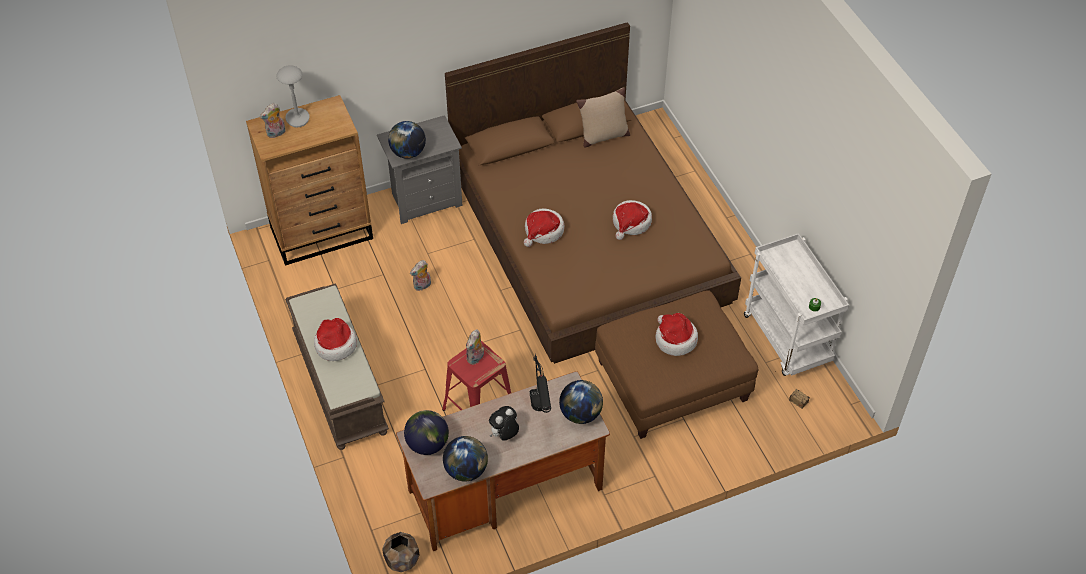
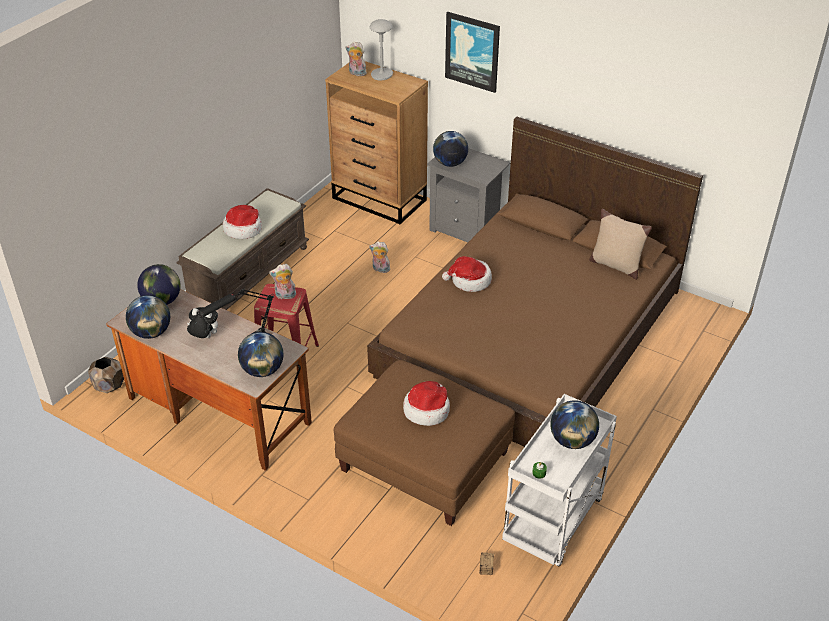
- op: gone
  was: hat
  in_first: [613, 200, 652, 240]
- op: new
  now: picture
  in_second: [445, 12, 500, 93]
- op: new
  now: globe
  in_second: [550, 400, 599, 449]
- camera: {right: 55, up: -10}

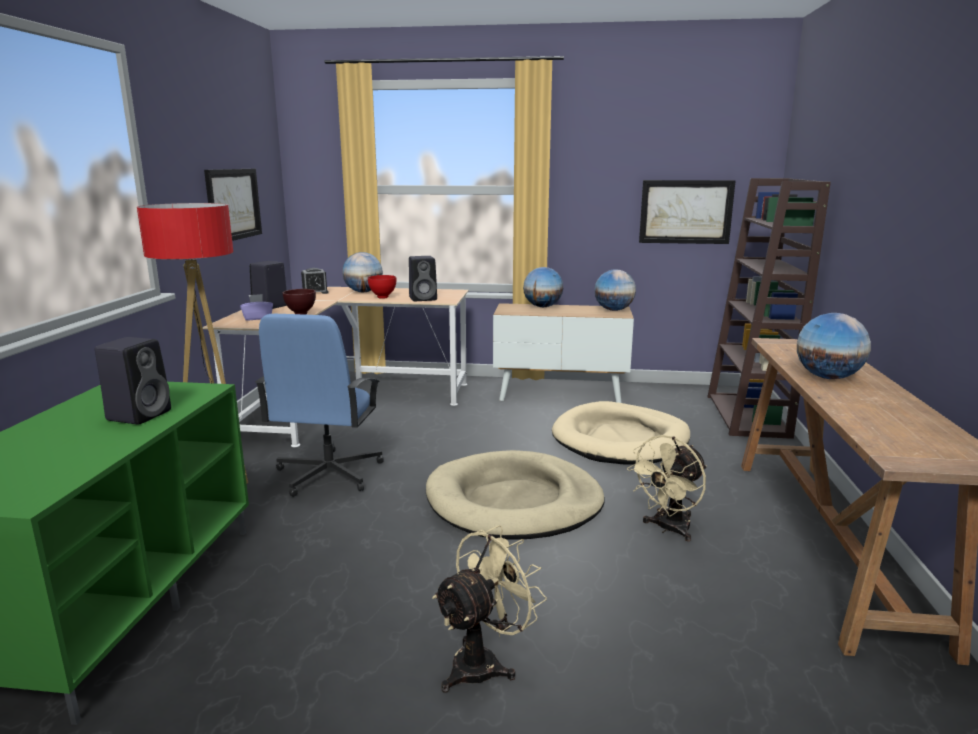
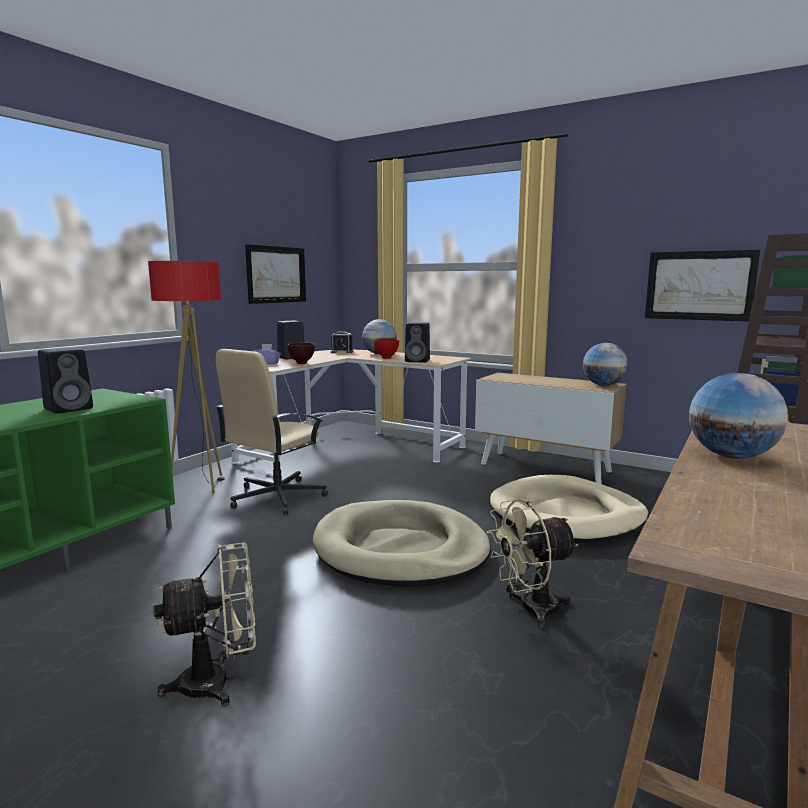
- op: gone
  was: globe
  in_first: [523, 267, 563, 307]
- op: repainted
  was: blue office chair
  now: beige office chair
  in_first: [255, 314, 384, 497]
  in_second: [216, 349, 328, 515]
- camera: {right: 25, up: -5}

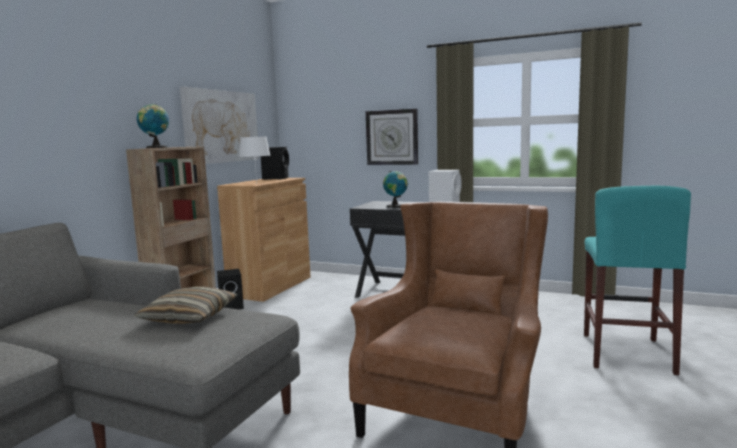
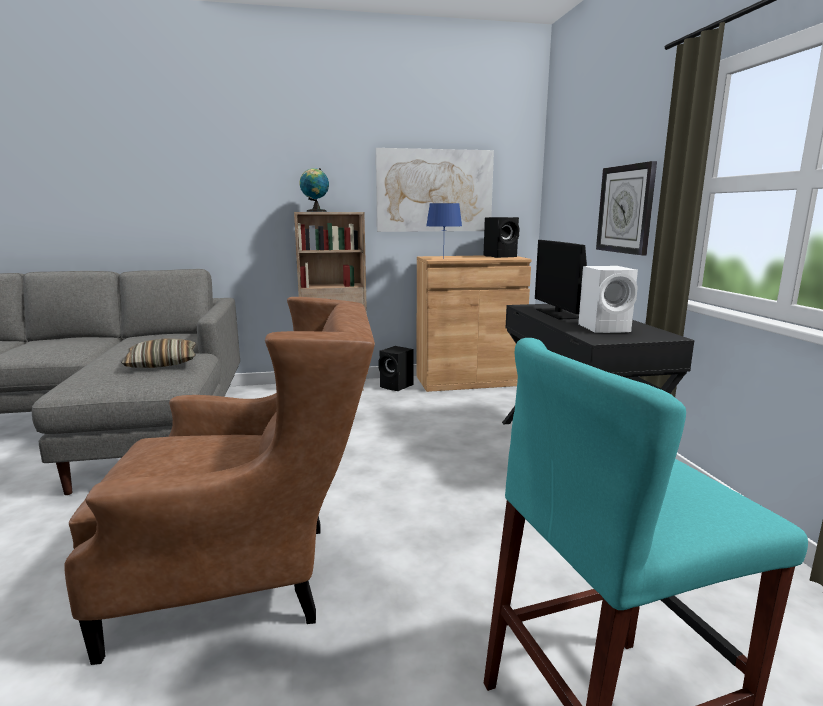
- op: repainted
  was: white table lamp
  now: blue table lamp
  in_first: [239, 137, 270, 183]
  in_second: [426, 203, 462, 259]
- op: swapped
  was: globe
  now: monitor
  in_first: [383, 171, 408, 208]
  in_second: [535, 240, 587, 320]
- camera: {right: 55, up: 5}

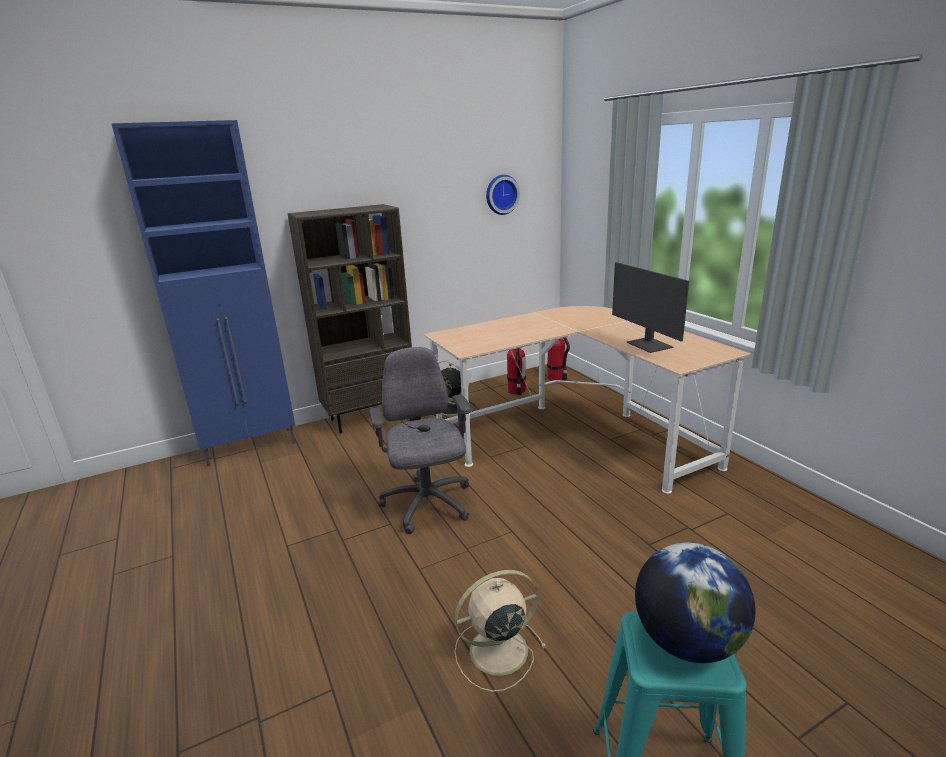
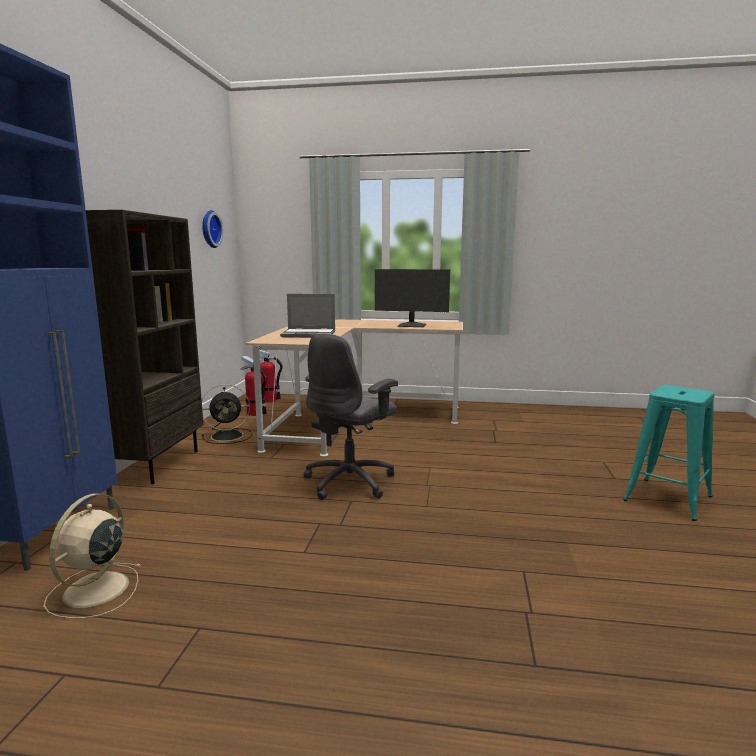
- op: rotated
  was: grey office chair
  in_first: [370, 347, 471, 534]
  in_second: [304, 334, 398, 500]
  clockwise: -75
- op: gone
  was: globe
  in_first: [635, 543, 755, 663]
- op: shifted
  was: beige fan
  in_first: [454, 570, 546, 692]
  in_second: [44, 493, 142, 619]
- op: new
  now: laptop
  in_second: [280, 294, 335, 338]
- camera: {right: -55, up: -10}

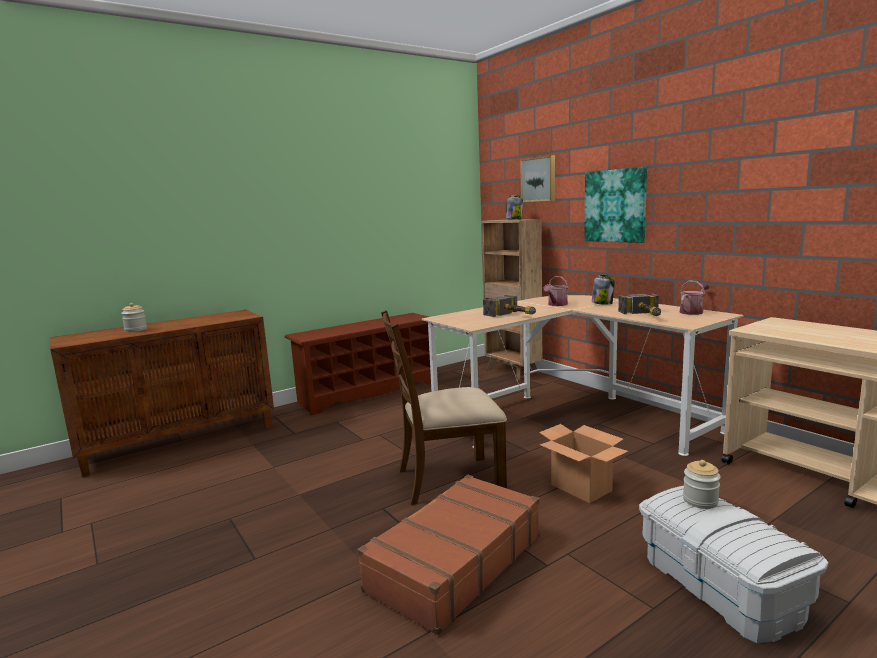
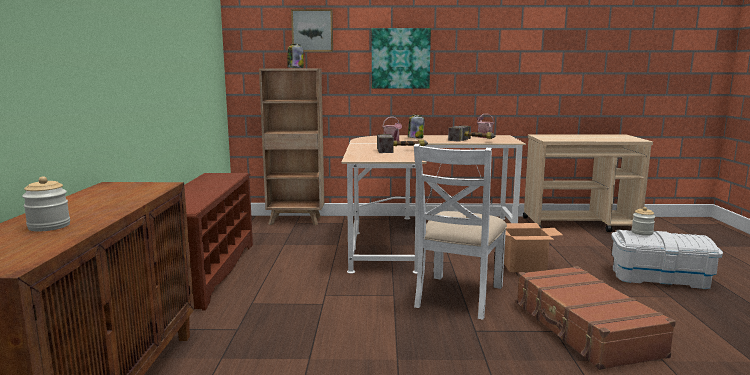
- op: repainted
  was: brown chair
  now: white chair
  in_first: [381, 310, 507, 505]
  in_second: [414, 144, 507, 319]
- camera: {right: -55, up: 0}

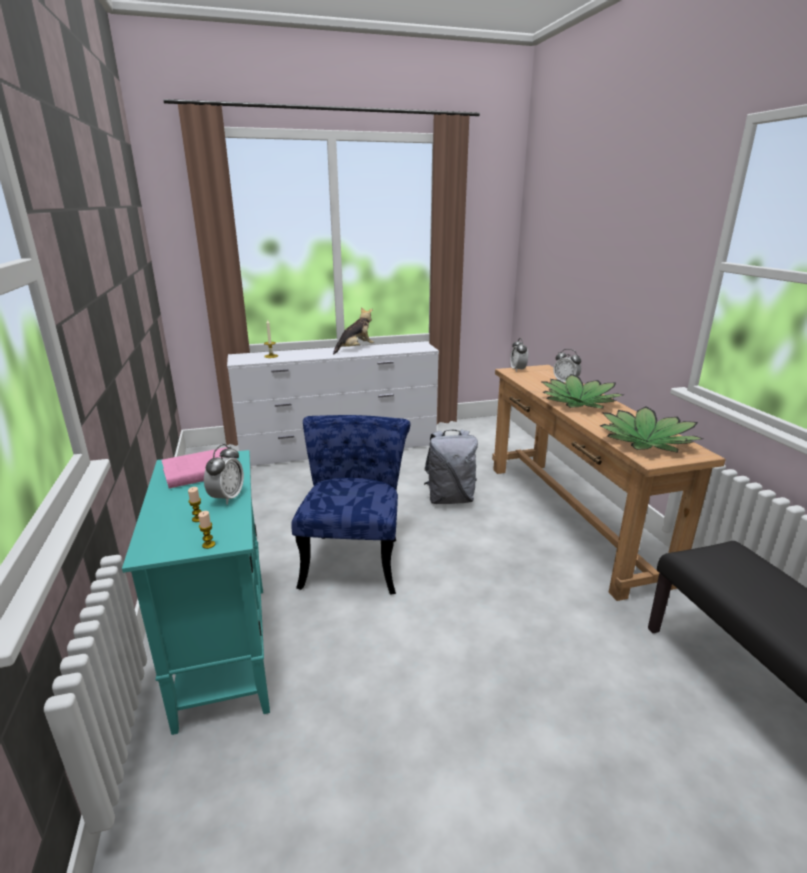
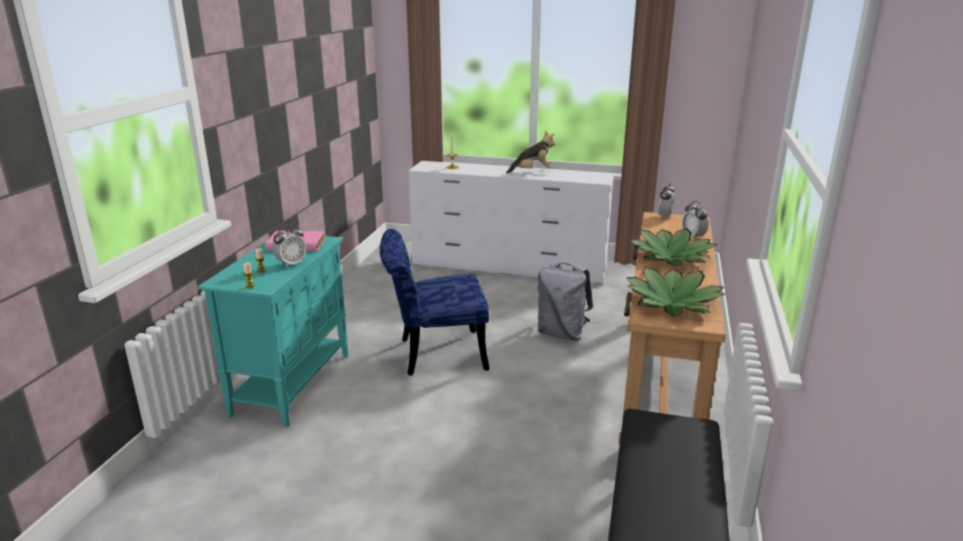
- op: rotated
  was: blue chair
  in_first: [291, 415, 410, 595]
  in_second: [380, 229, 489, 376]
  clockwise: -135
- camera: {right: 30, up: 0}

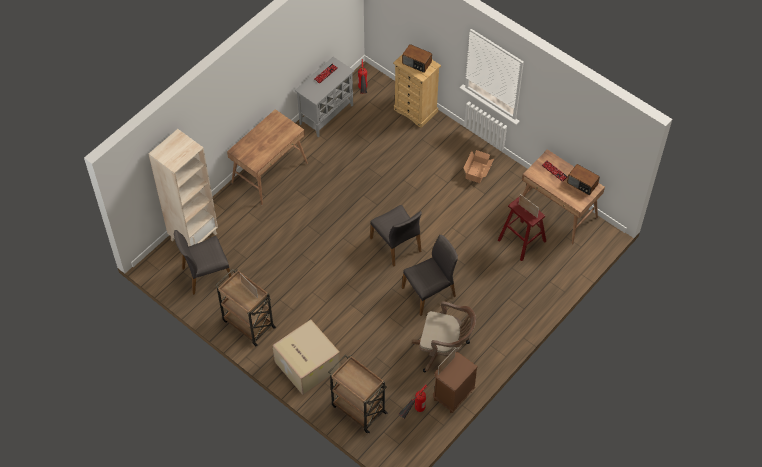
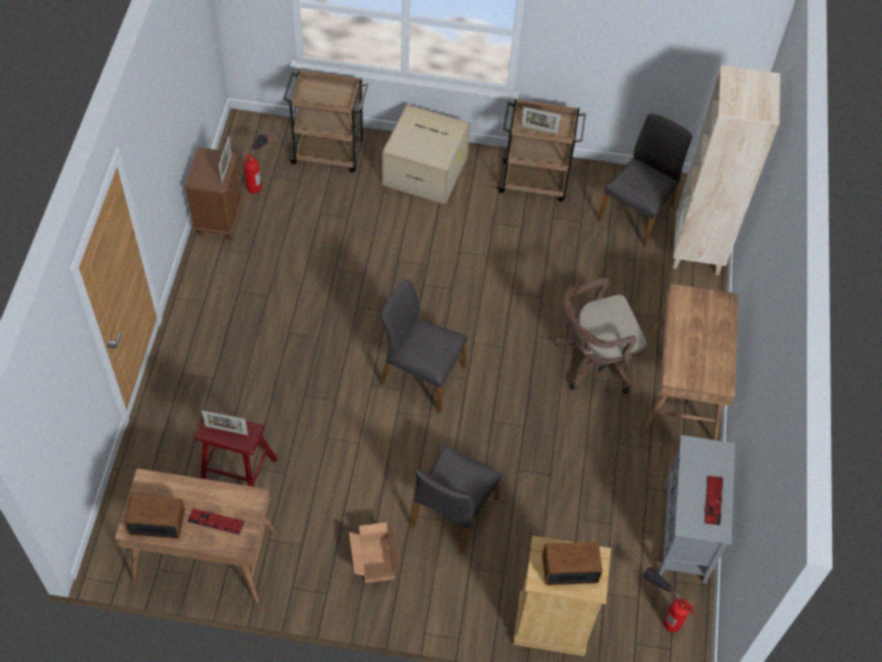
- op: shifted
  was: grey chair
  in_first: [402, 235, 458, 316]
  in_second: [410, 445, 501, 555]
- op: shifted
  was: brown office chair
  in_first: [412, 301, 476, 372]
  in_second: [555, 278, 647, 394]
- camera: {right: 145, up: 0}

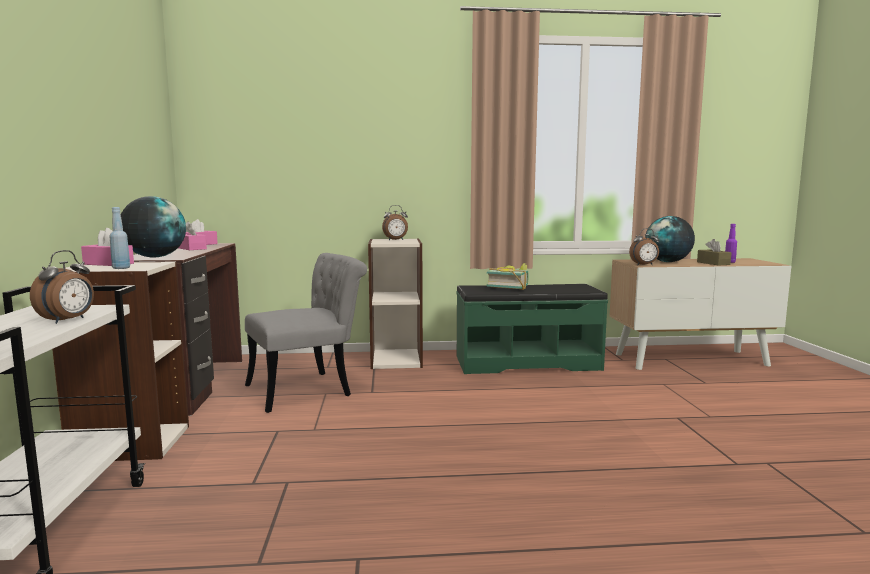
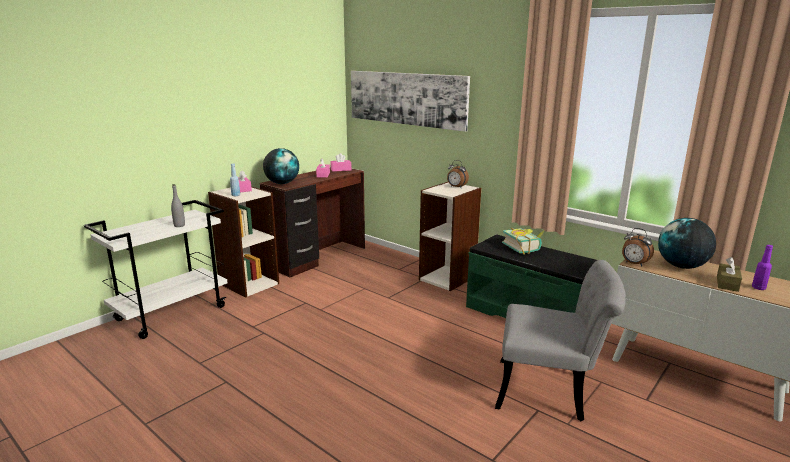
- op: swapped
  was: alarm clock
  now: grey bottle
  in_first: [30, 250, 94, 324]
  in_second: [171, 184, 185, 227]
- op: shifted
  was: grey chair
  in_first: [245, 253, 367, 413]
  in_second: [495, 260, 626, 421]
- op: new
  now: picture
  in_second: [351, 71, 470, 132]
- camera: {right: 45, up: 10}

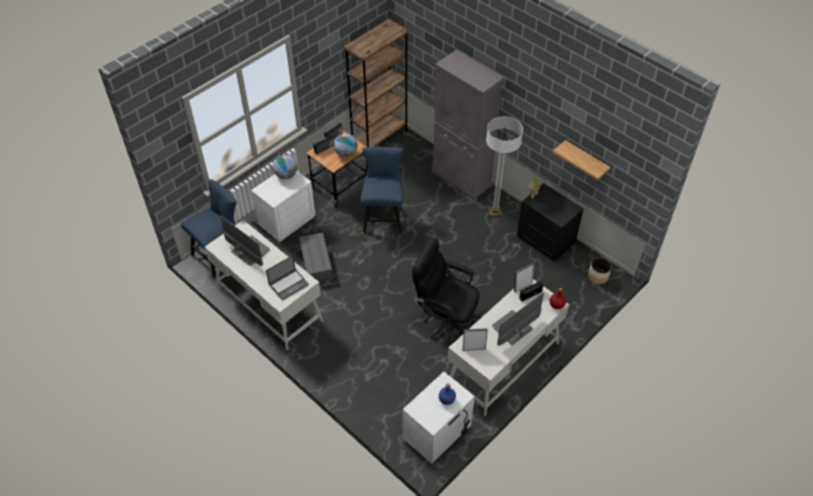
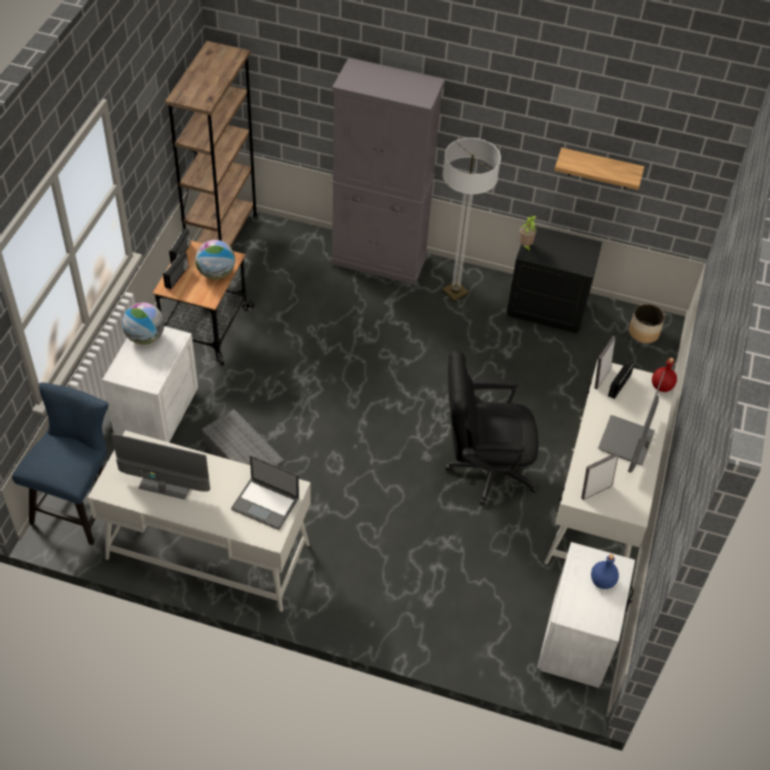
- op: gone
  was: blue chair
  in_first: [361, 147, 404, 233]
- op: rotated
  was: laptop
  in_first: [266, 255, 309, 301]
  in_second: [231, 455, 299, 530]
  clockwise: 90
- camera: {right: -30, up: 0}

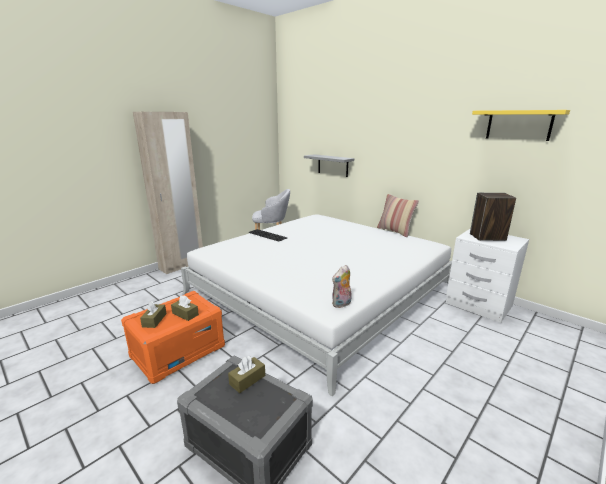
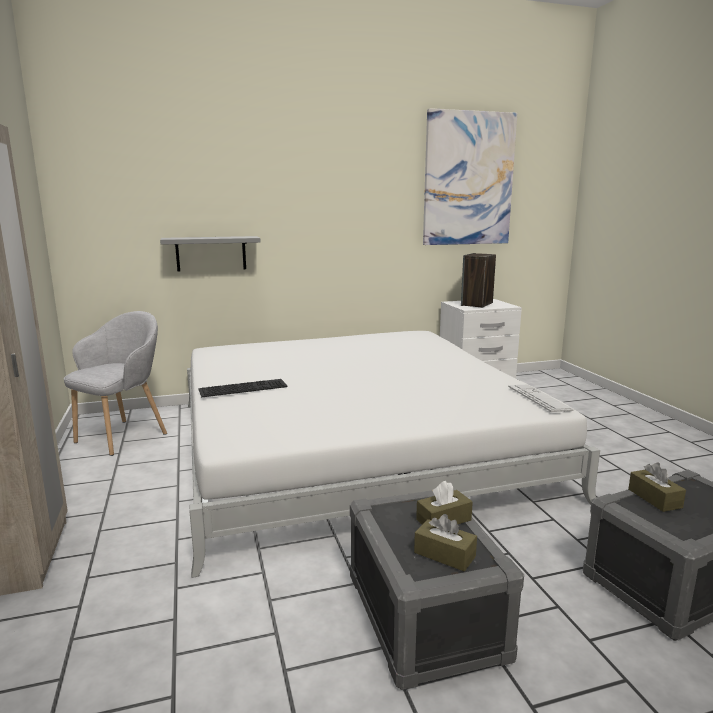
- op: swapped
  was: yellow shelf
  now: picture
  in_first: [472, 110, 570, 141]
  in_second: [423, 108, 517, 245]
- op: gone
  was: pillow
  in_first: [377, 194, 419, 237]
- op: swapped
  was: plush toy
  now: keyboard
  in_first: [332, 265, 352, 308]
  in_second: [508, 385, 574, 412]
- op: repainted
  was: orange storage box
  now: grey storage box
  in_first: [121, 291, 225, 384]
  in_second: [350, 491, 524, 690]
- camera: {right: -60, up: -5}

